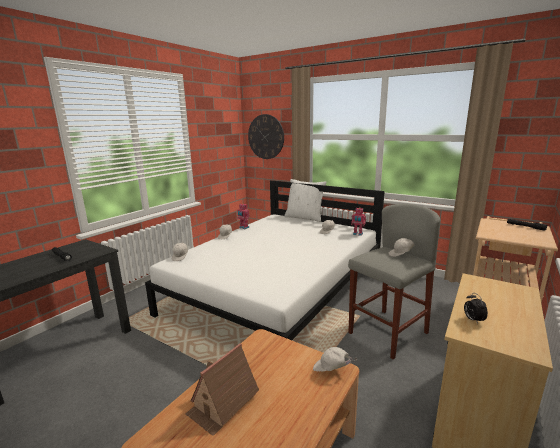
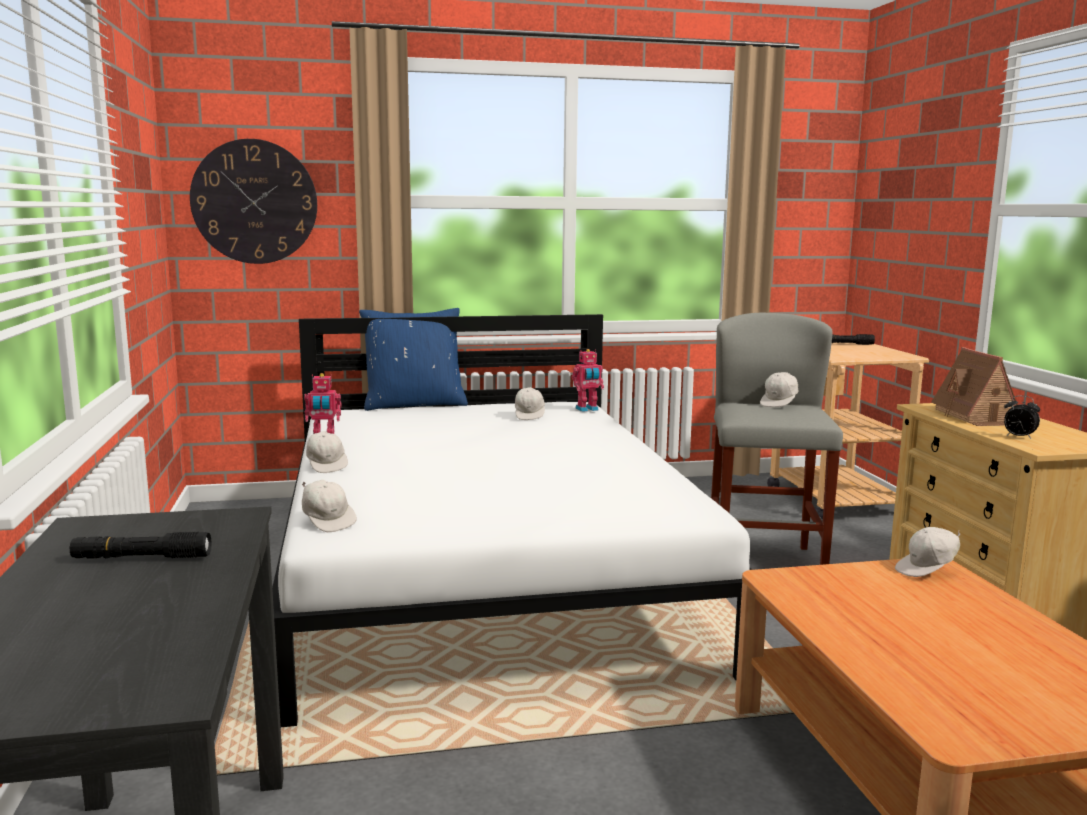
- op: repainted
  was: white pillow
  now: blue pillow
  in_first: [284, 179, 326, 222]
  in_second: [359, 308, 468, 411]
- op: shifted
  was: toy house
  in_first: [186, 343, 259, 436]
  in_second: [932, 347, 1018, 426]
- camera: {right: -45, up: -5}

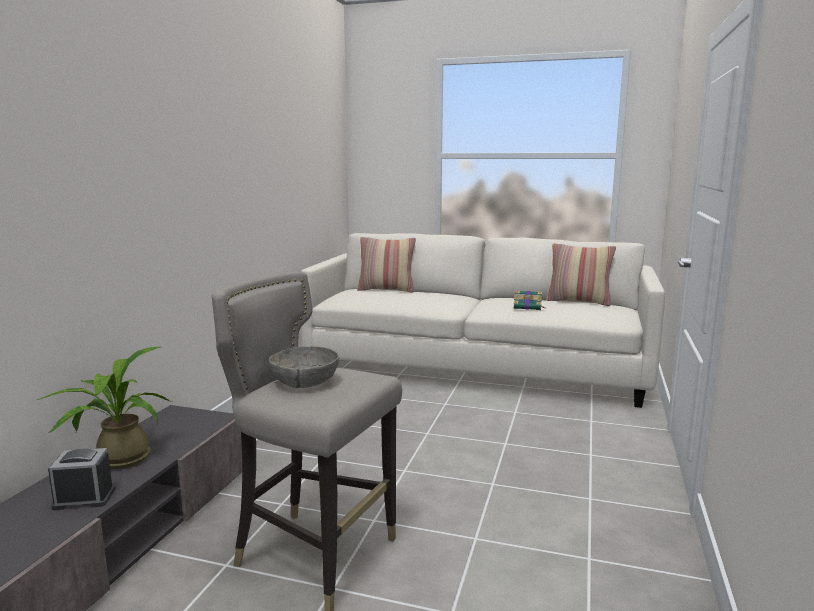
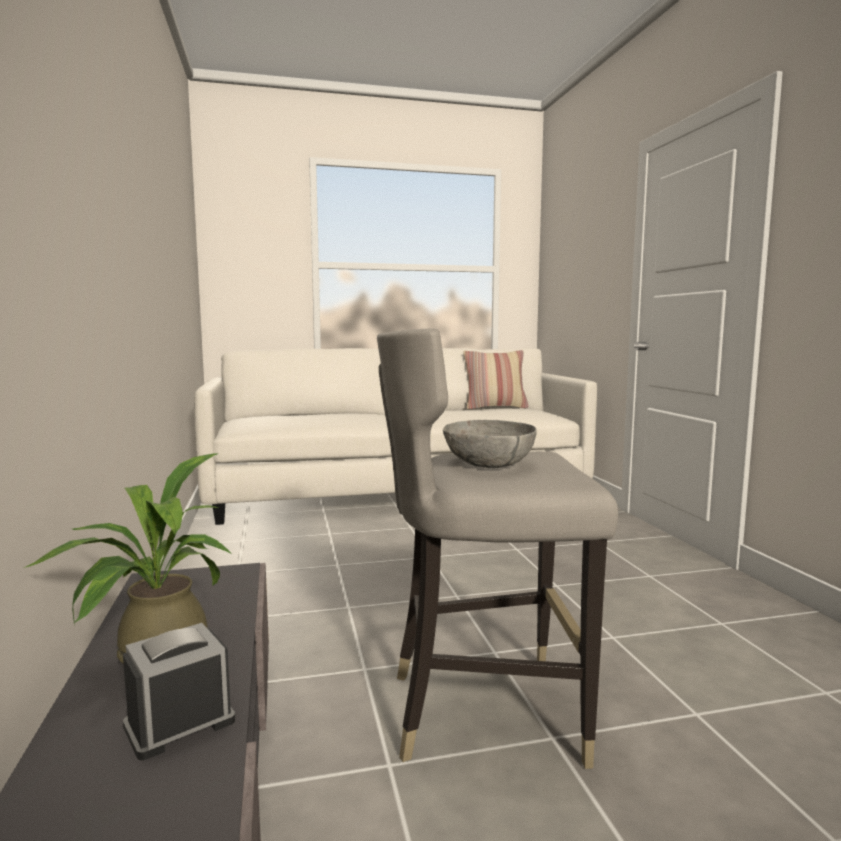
- op: gone
  was: pillow
  in_first: [357, 237, 416, 293]
- op: gone
  was: book
  in_first: [514, 290, 547, 310]
- camera: {right: -30, up: -5}

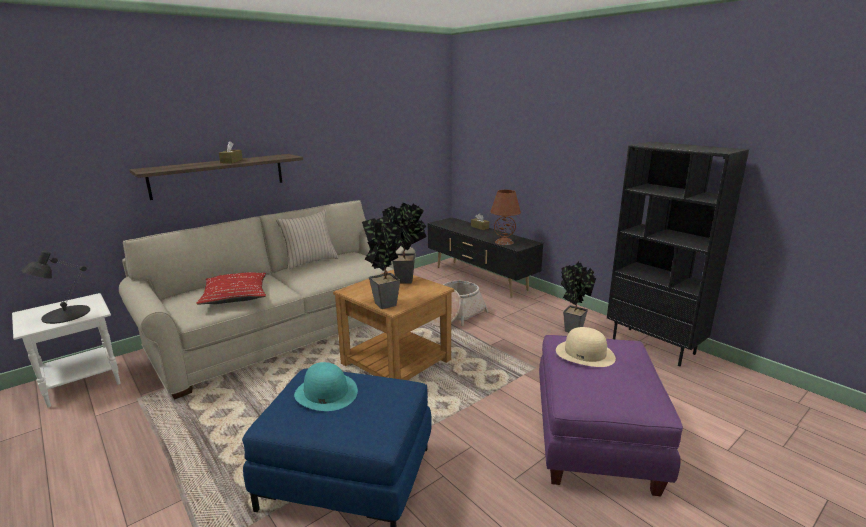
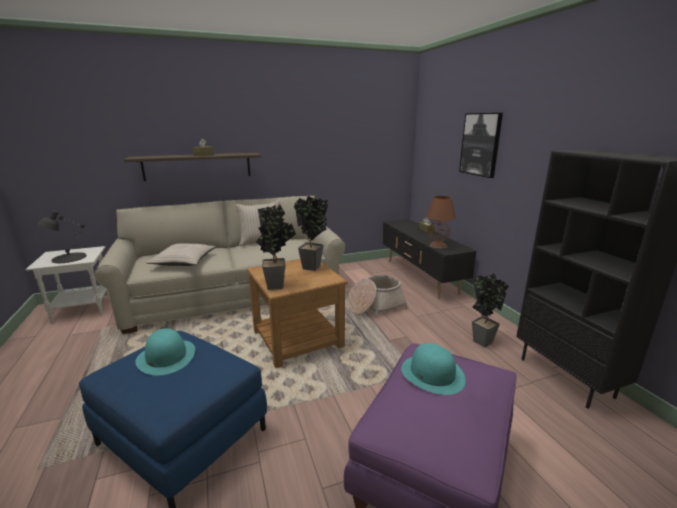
- op: repainted
  was: red pillow
  now: beige pillow
  in_first: [196, 272, 266, 304]
  in_second: [146, 243, 215, 266]
- op: repainted
  was: beige hat
  now: turquoise hat
  in_first: [556, 327, 616, 367]
  in_second: [401, 343, 466, 395]
- op: new
  now: picture
  in_second: [459, 113, 503, 178]
- camera: {right: 20, up: 0}

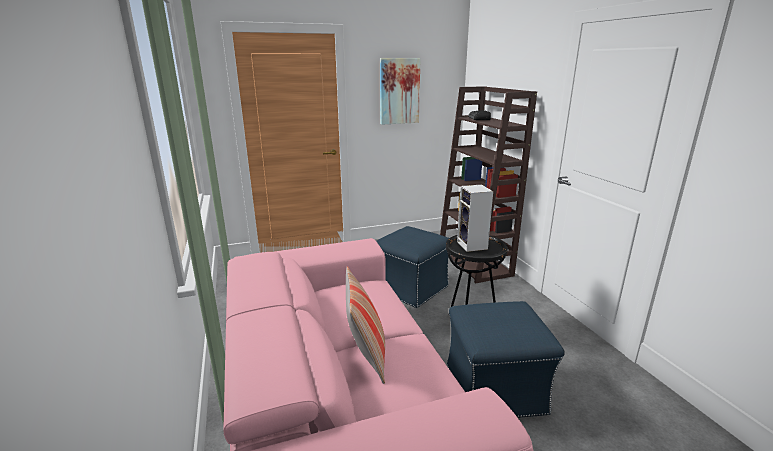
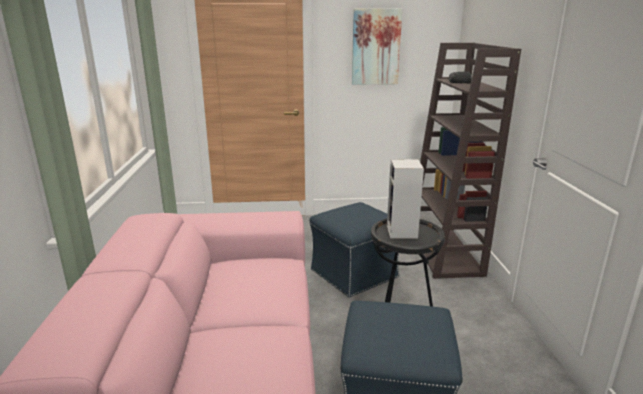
- op: gone
  was: pillow
  in_first: [346, 266, 385, 384]
- camera: {right: 15, up: 0}

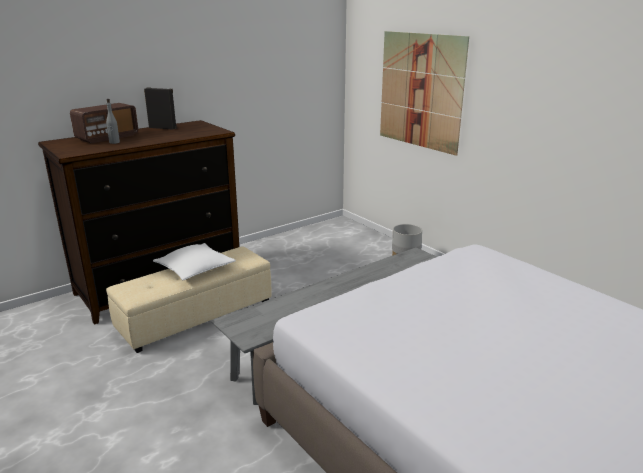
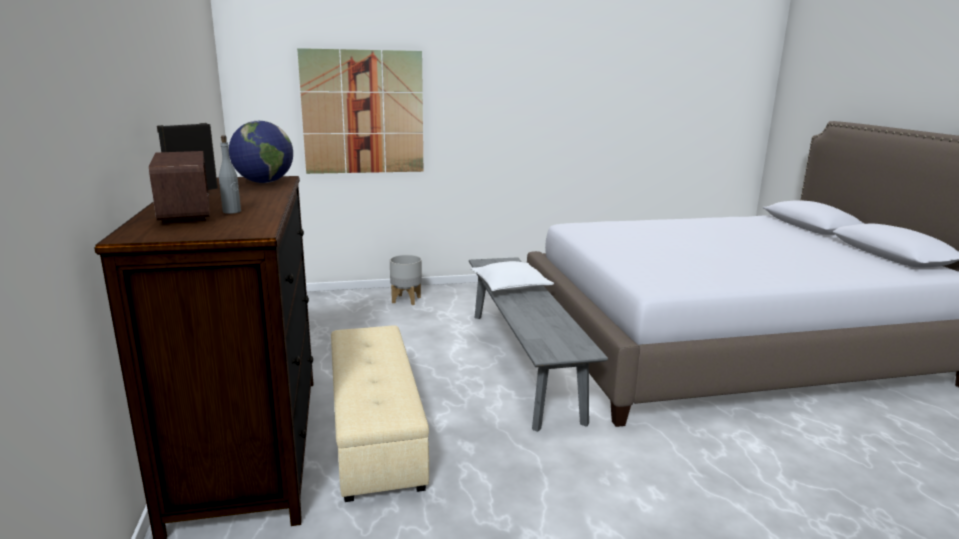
- op: shifted
  was: white pillow
  in_first: [153, 243, 236, 280]
  in_second: [471, 261, 554, 291]
- op: new
  now: globe
  in_second: [229, 121, 293, 183]
- camera: {right: -65, up: -5}

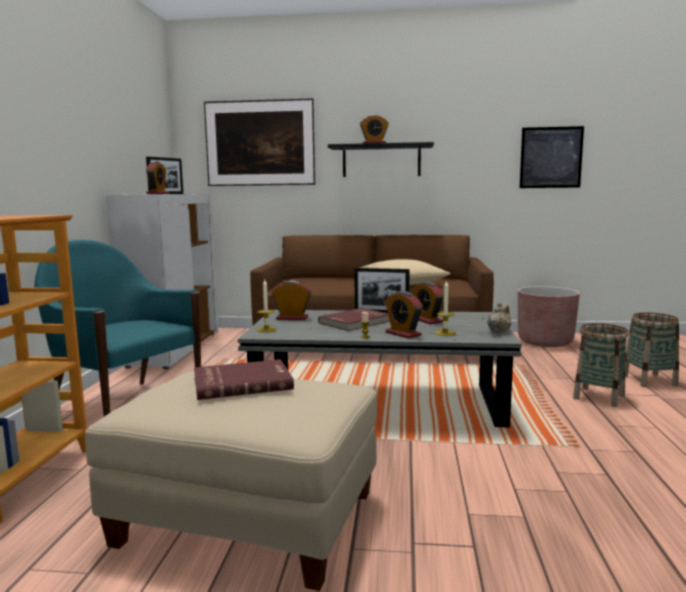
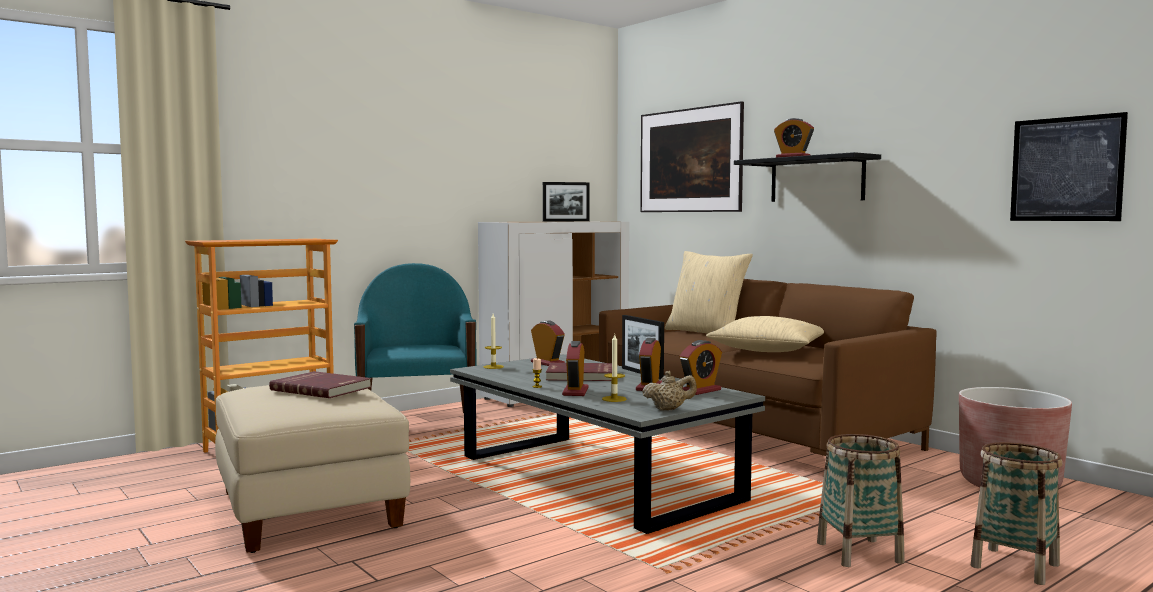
- op: shifted
  was: alarm clock
  in_first: [146, 161, 169, 194]
  in_second: [680, 340, 722, 395]
- op: new
  now: beige pillow
  in_second: [665, 251, 753, 334]
- camera: {right: 45, up: -5}

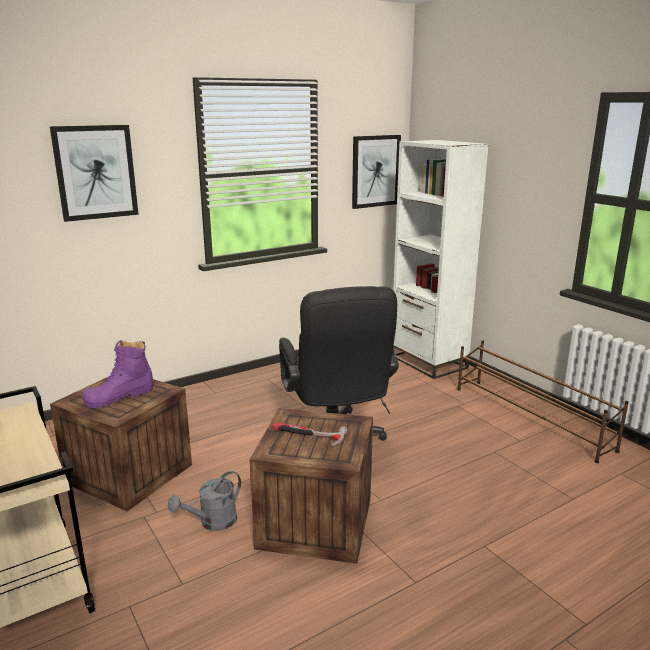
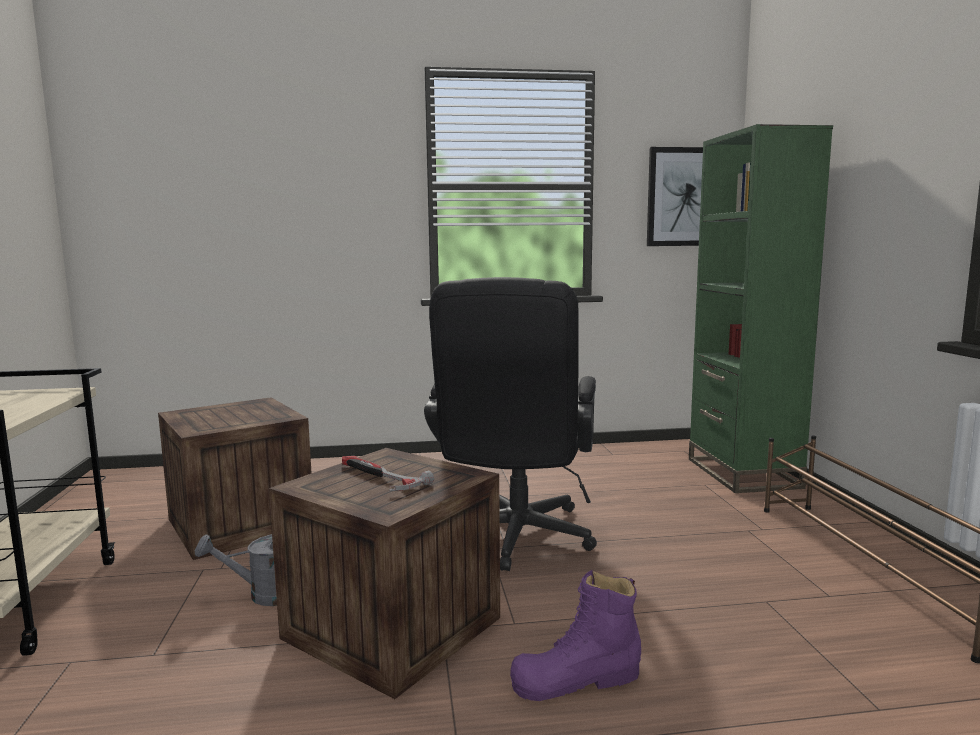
- op: gone
  was: picture
  in_first: [50, 125, 139, 222]
- op: repainted
  was: white bookcase
  now: green bookcase
  in_first: [393, 140, 489, 379]
  in_second: [689, 124, 833, 493]
- op: shifted
  was: purple boot
  in_first: [82, 340, 153, 408]
  in_second: [510, 570, 641, 701]
- camera: {right: 25, up: -10}

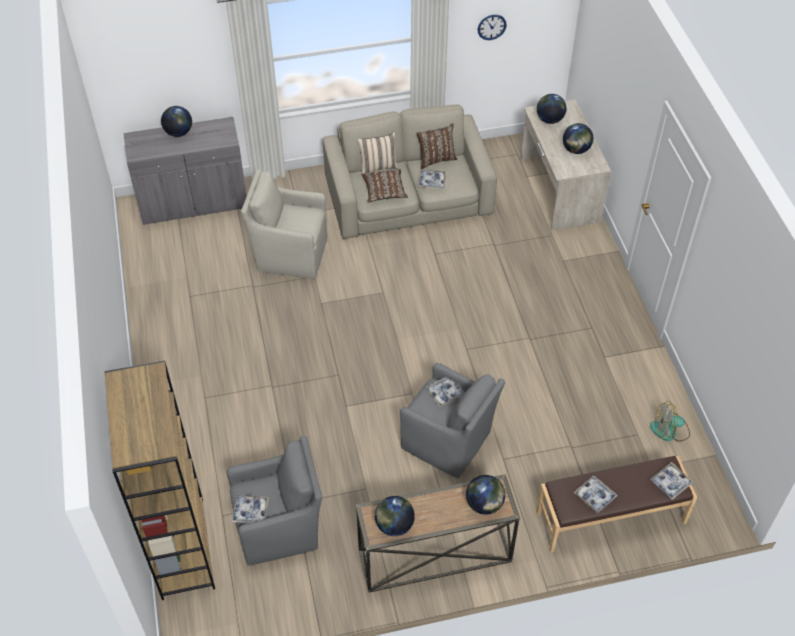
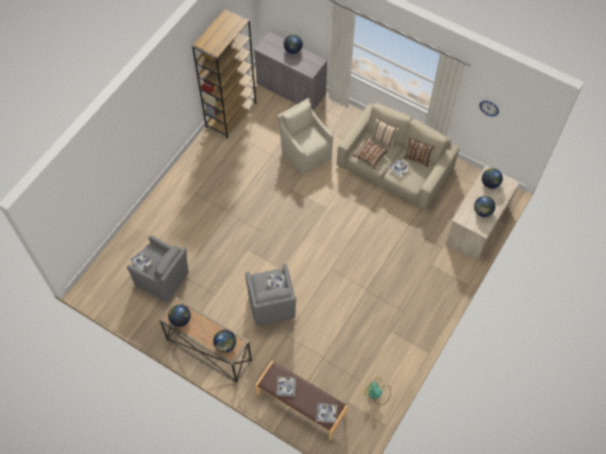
- op: shifted
  was: brown bookcase
  in_first: [104, 361, 215, 600]
  in_second: [192, 9, 256, 139]
- camera: {right: 45, up: 10}

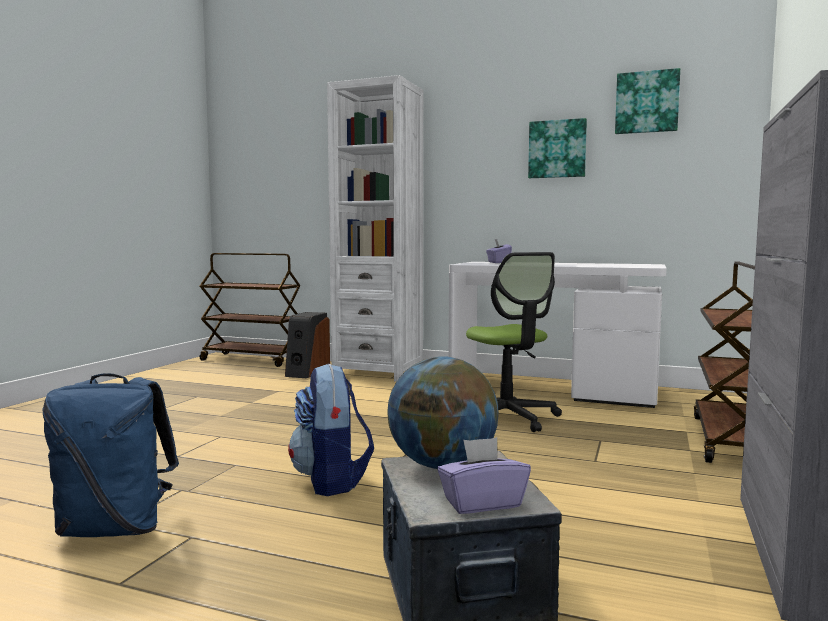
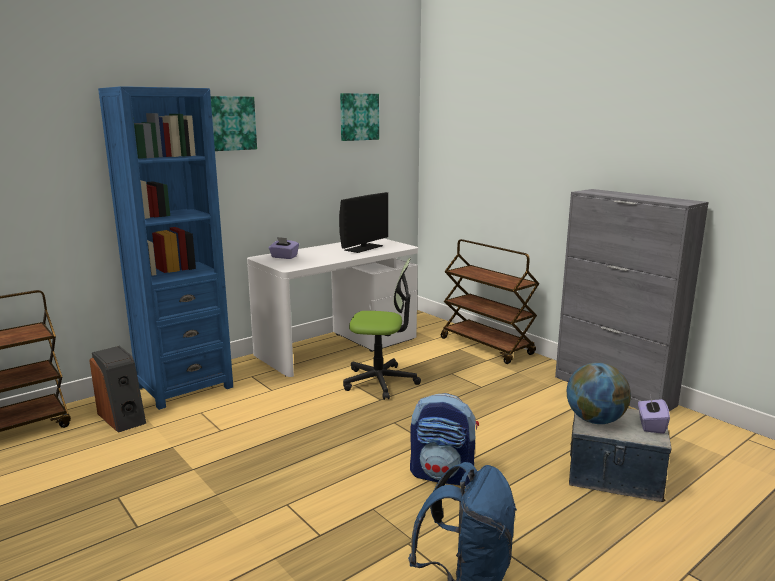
- op: repainted
  was: white bookcase
  now: blue bookcase
  in_first: [327, 75, 423, 382]
  in_second: [98, 86, 233, 410]
- op: shifted
  was: picture
  in_first: [528, 118, 587, 178]
  in_second: [211, 96, 257, 151]
- op: new
  now: monitor
  in_second: [339, 192, 388, 253]
- camera: {right: -60, up: 10}

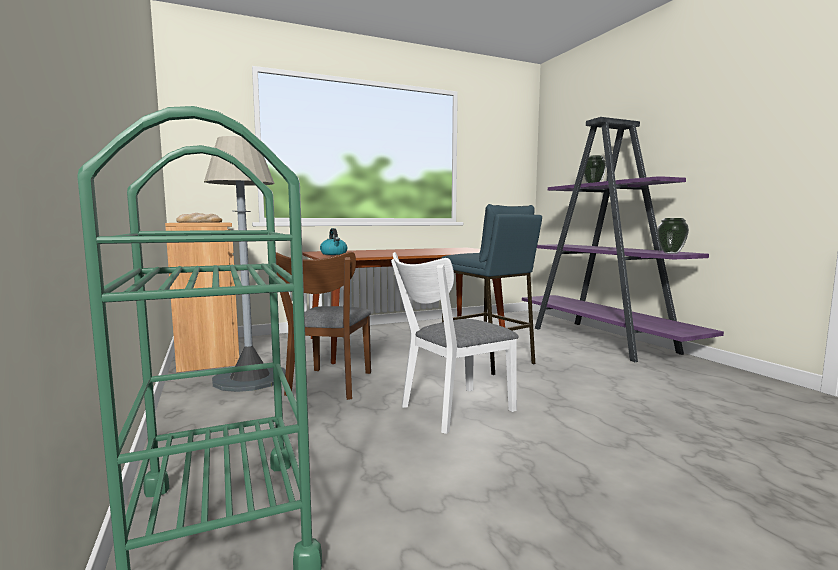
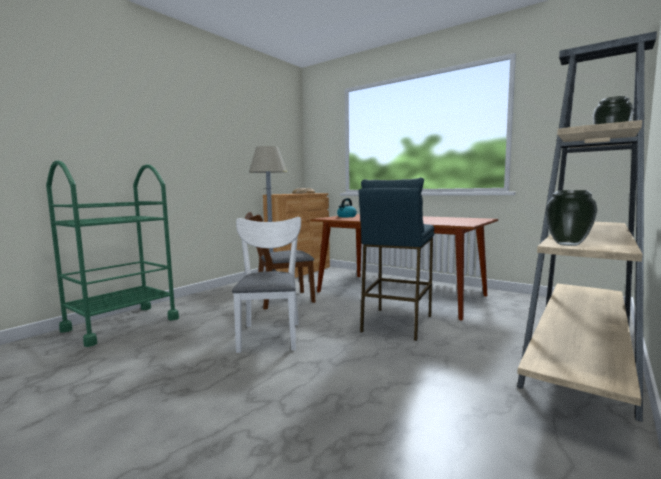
- op: repainted
  was: purple bookcase
  now: beige bookcase
  in_first: [522, 117, 724, 363]
  in_second: [517, 31, 657, 422]
- op: rotated
  was: white chair
  in_first: [391, 252, 518, 434]
  in_second: [232, 217, 301, 353]
  clockwise: 60
- camera: {right: 60, up: 0}

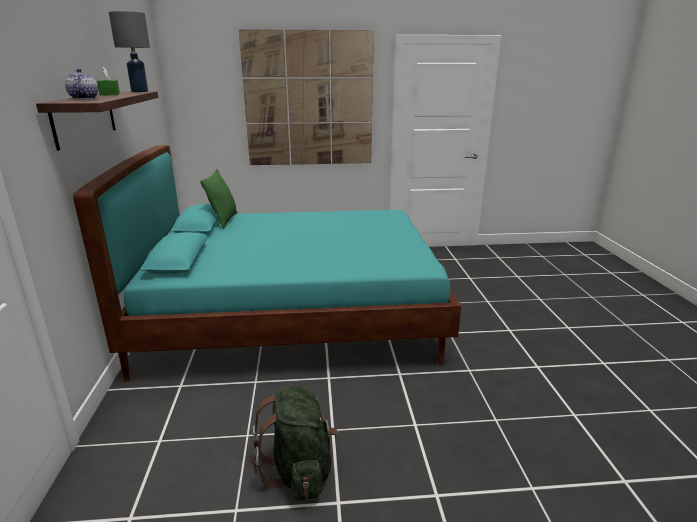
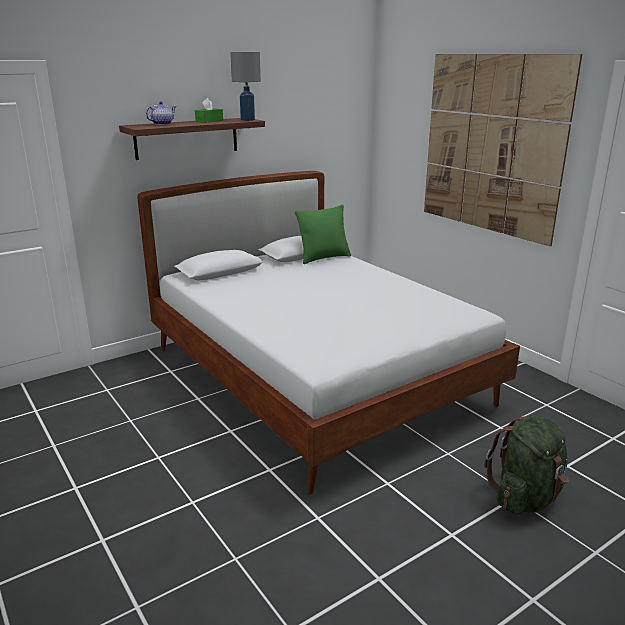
- op: repainted
  was: turquoise bed
  now: white bed
  in_first: [73, 145, 462, 382]
  in_second: [137, 171, 520, 494]
- op: shifted
  was: green backpack
  in_first: [253, 386, 338, 500]
  in_second: [484, 416, 569, 515]
- camera: {right: 60, up: 0}

